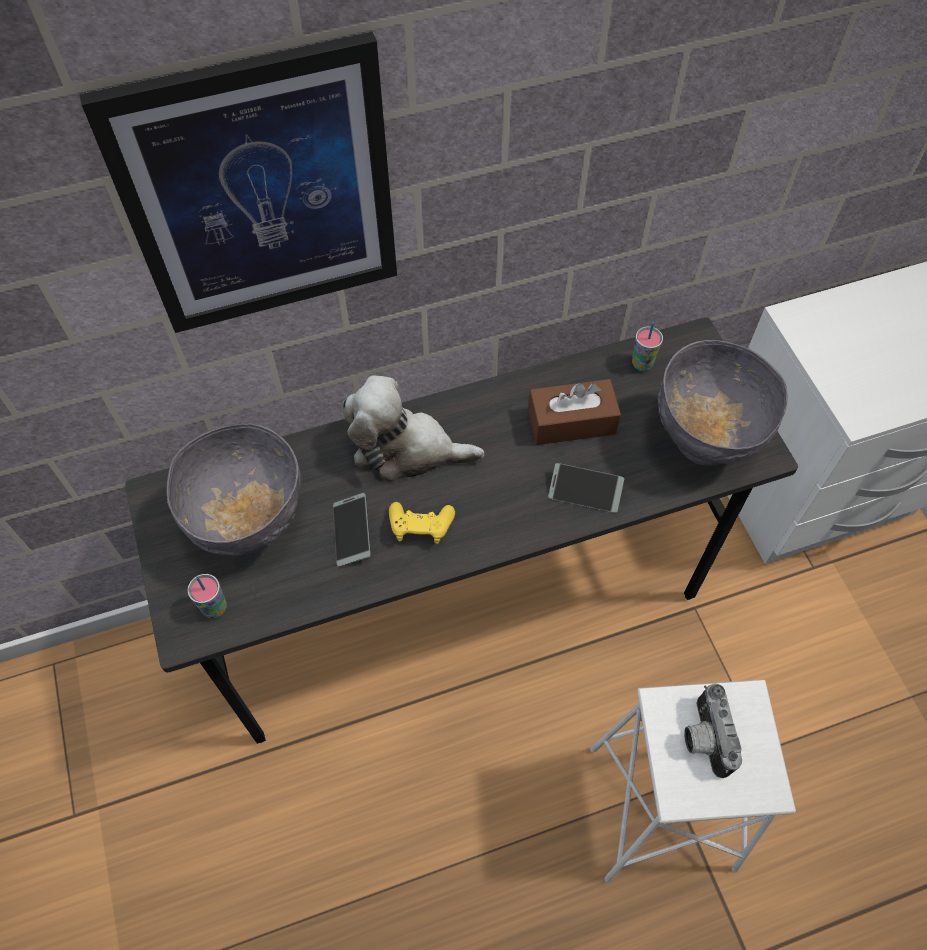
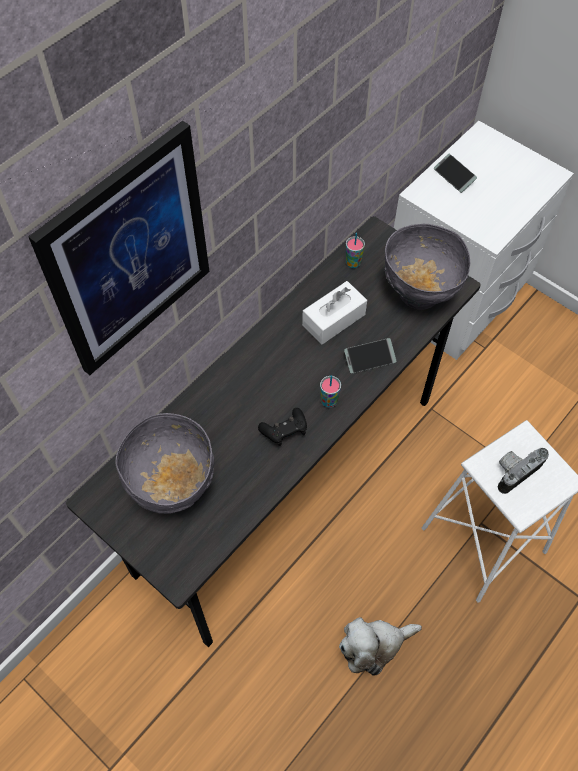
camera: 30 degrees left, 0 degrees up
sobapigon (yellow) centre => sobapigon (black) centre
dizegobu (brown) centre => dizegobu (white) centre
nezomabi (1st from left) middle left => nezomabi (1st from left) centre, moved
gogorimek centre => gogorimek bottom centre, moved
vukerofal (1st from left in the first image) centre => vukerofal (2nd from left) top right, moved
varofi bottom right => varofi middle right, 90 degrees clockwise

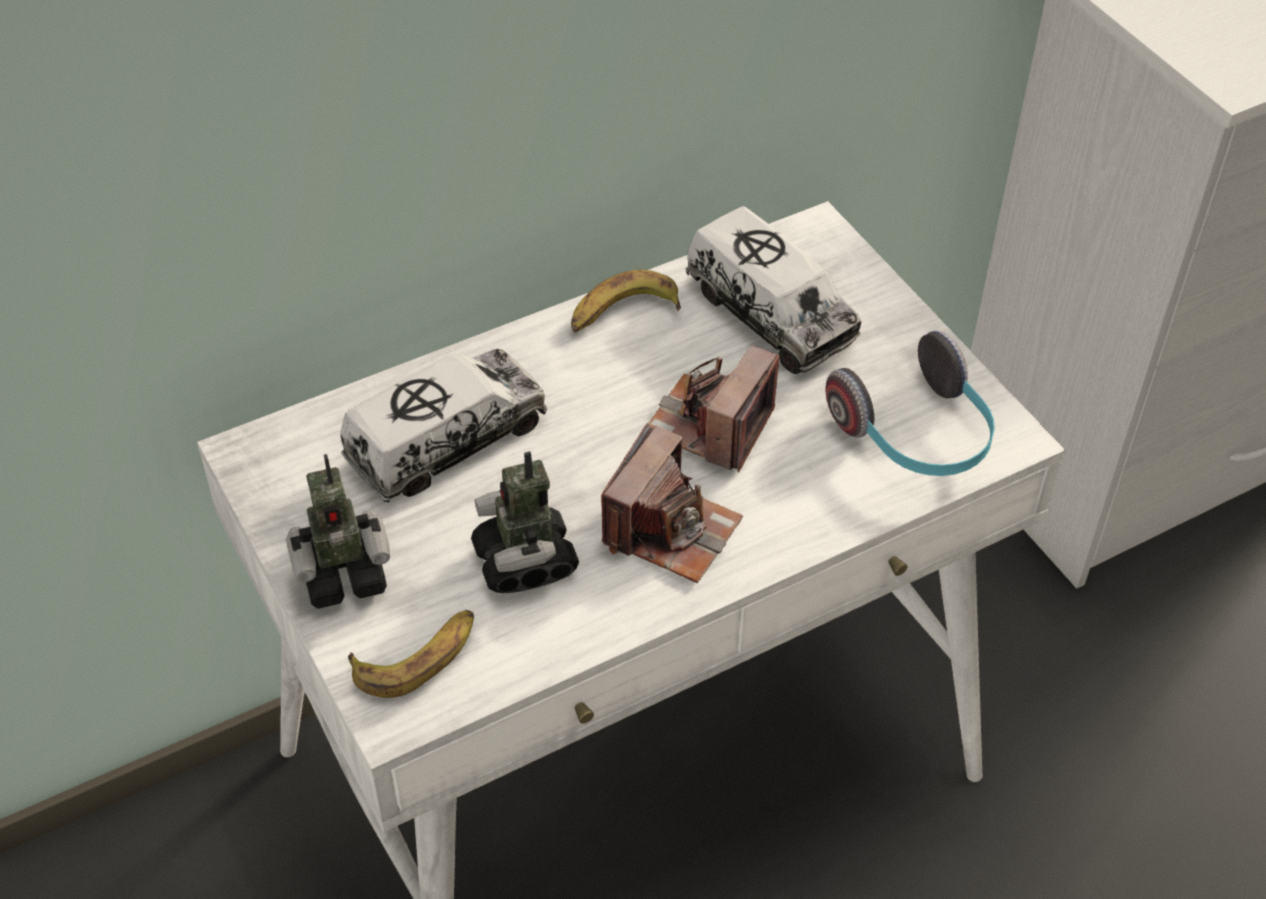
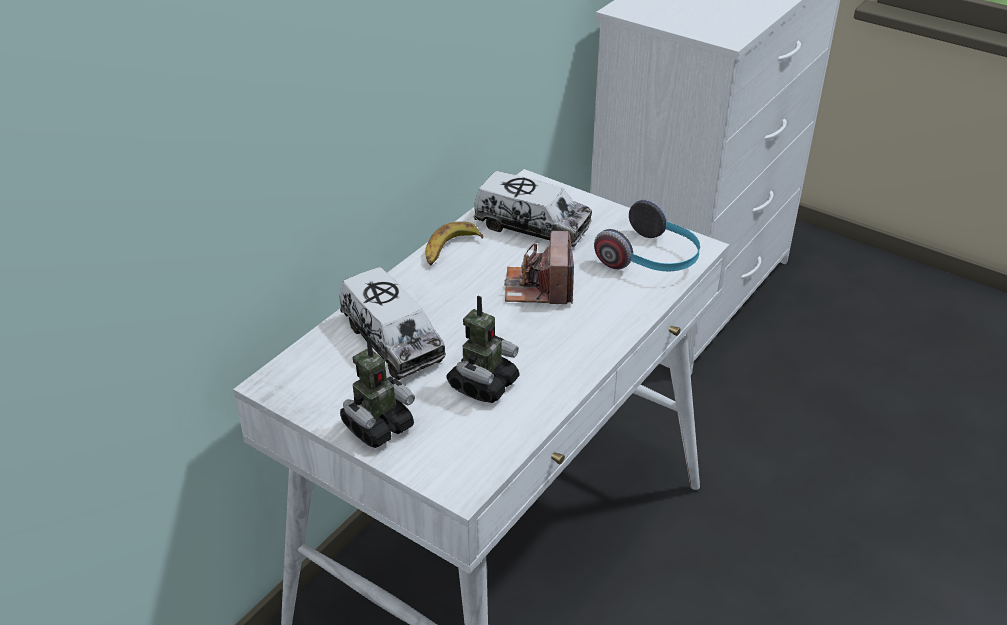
camera: 25 degrees left, 10 degrees down
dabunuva (1st from left) centre, 120 degrees clockwise
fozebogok (2nd from left) centre, 105 degrees counterclockwise
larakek (1st from left) bottom left => nothing
varofi (1st from left) centre => nothing

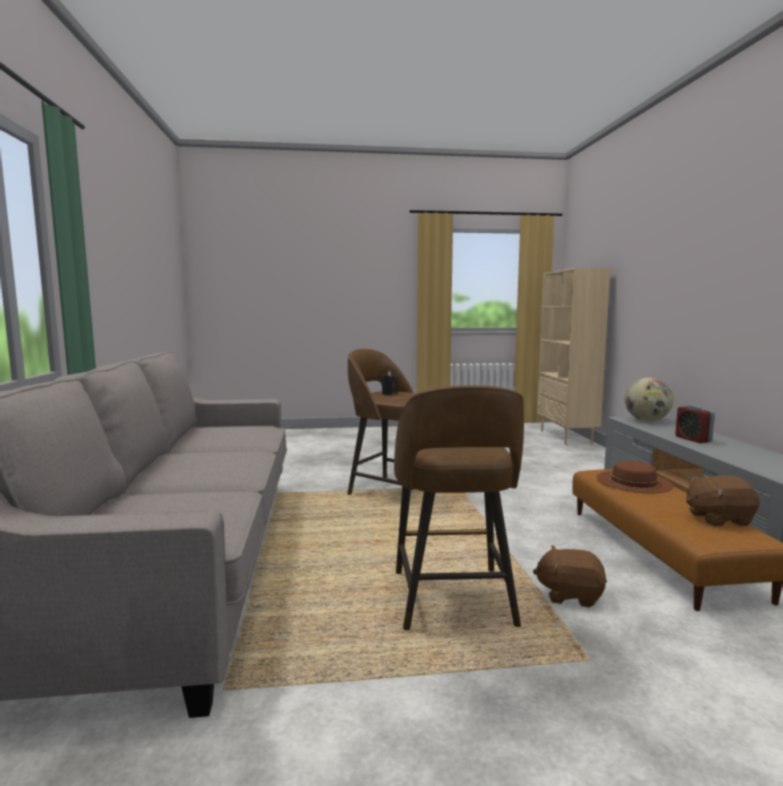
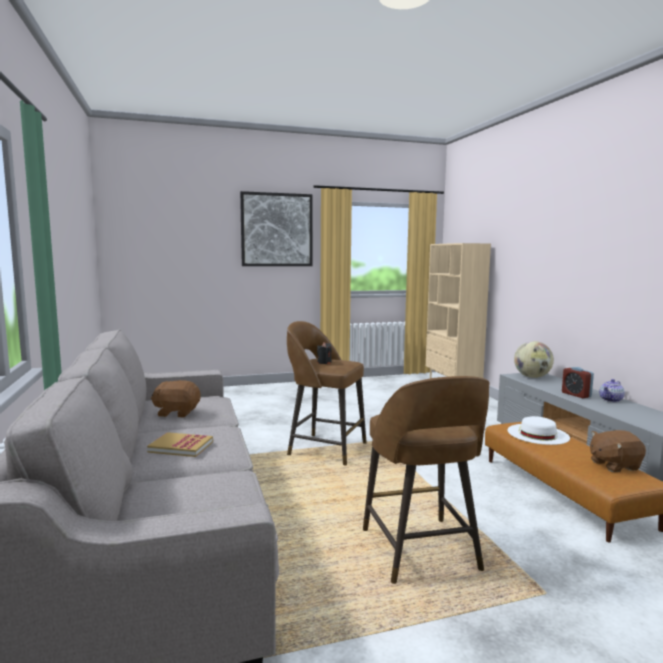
camera: 10 degrees left, 0 degrees up
nothing => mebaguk bottom left
gogorimek (brown) (1st from left) bottom right => gogorimek (brown) (1st from left) middle left, moved
nothing => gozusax centre
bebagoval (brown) middle right => bebagoval (white) middle right
nothing => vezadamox middle right

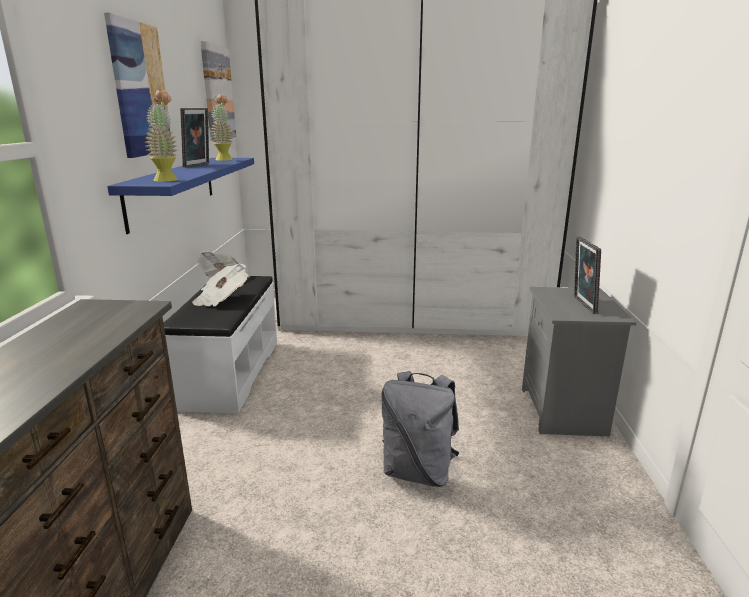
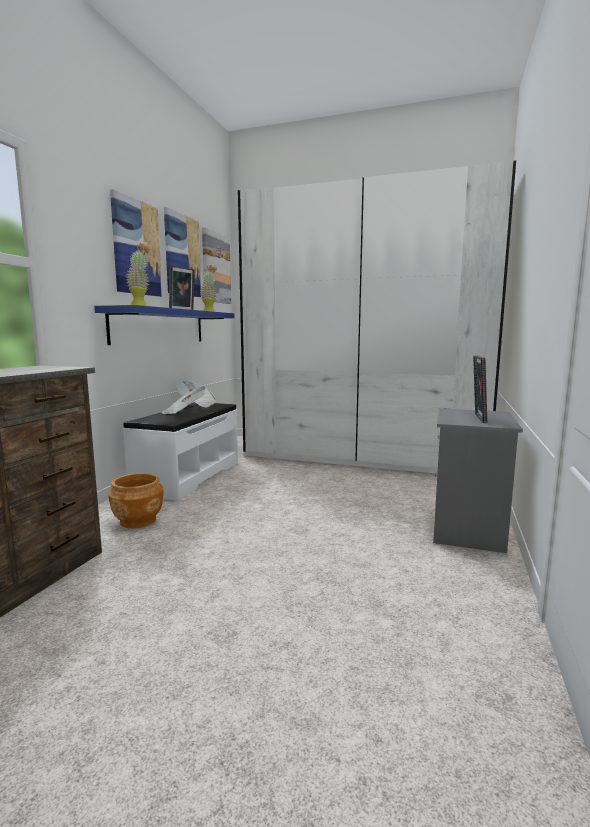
camera: 15 degrees right, 10 degrees down
nothing => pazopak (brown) middle left
nothing => gozusax (2nd from left) top left
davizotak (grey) bottom centre => nothing

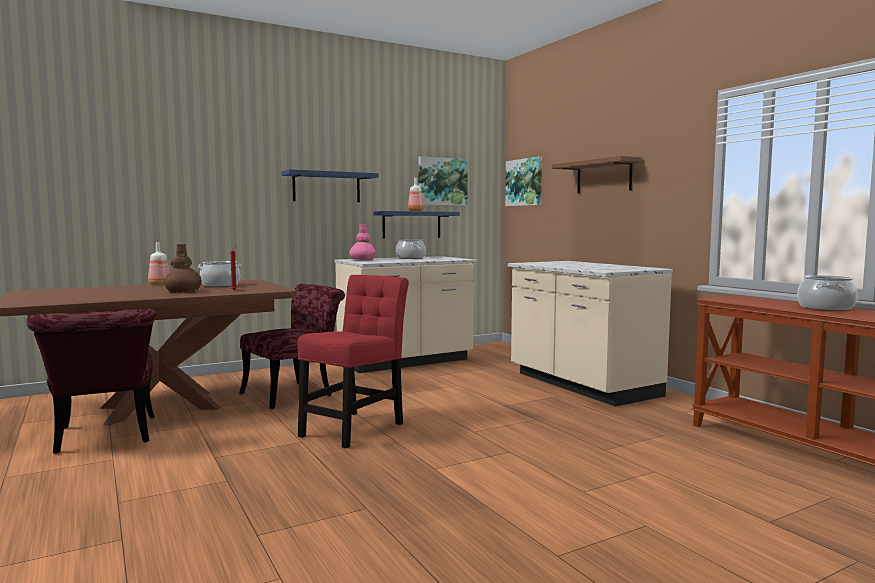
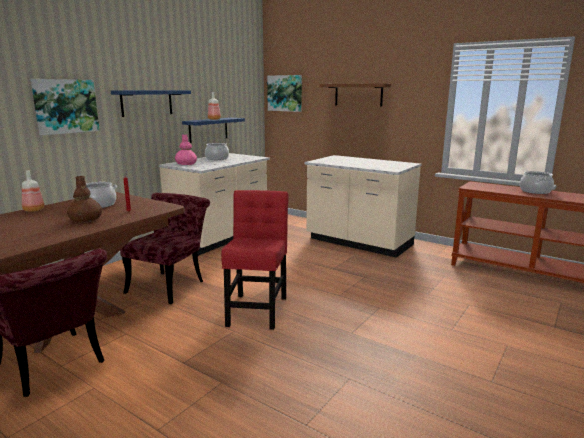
camera: 25 degrees left, 10 degrees up
gozusax (1st from left) top centre => gozusax (1st from left) top left, moved

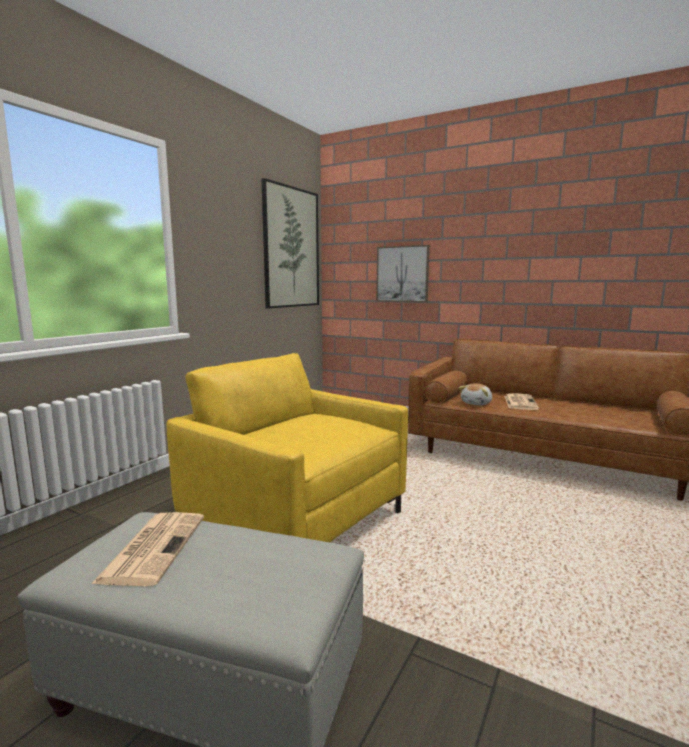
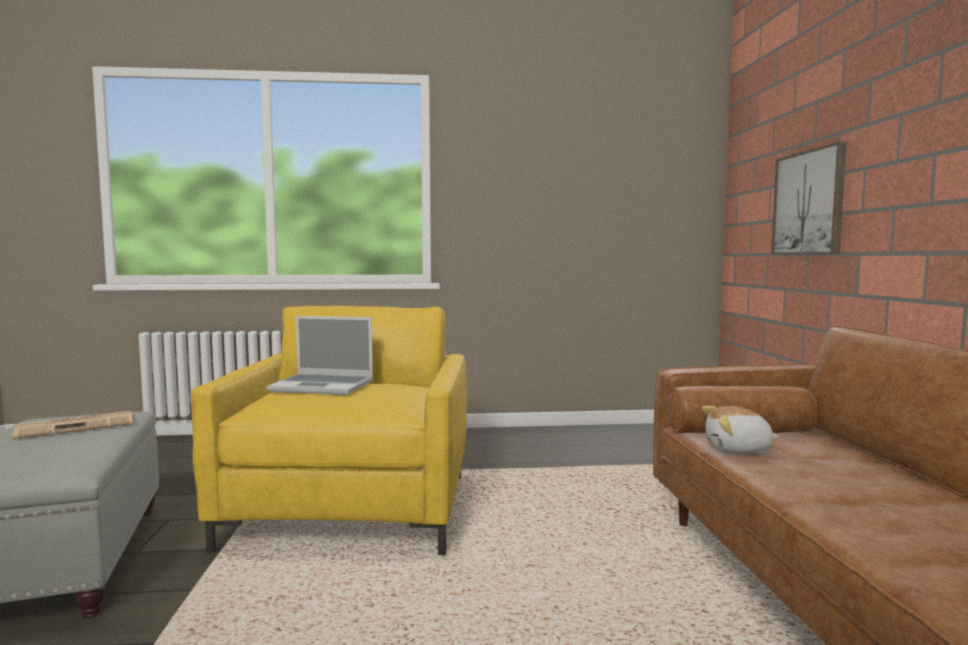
camera: 55 degrees right, 5 degrees down
nothing => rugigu middle left
gozusax (1st from left) top centre => nothing
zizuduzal (2nd from left) middle right => nothing

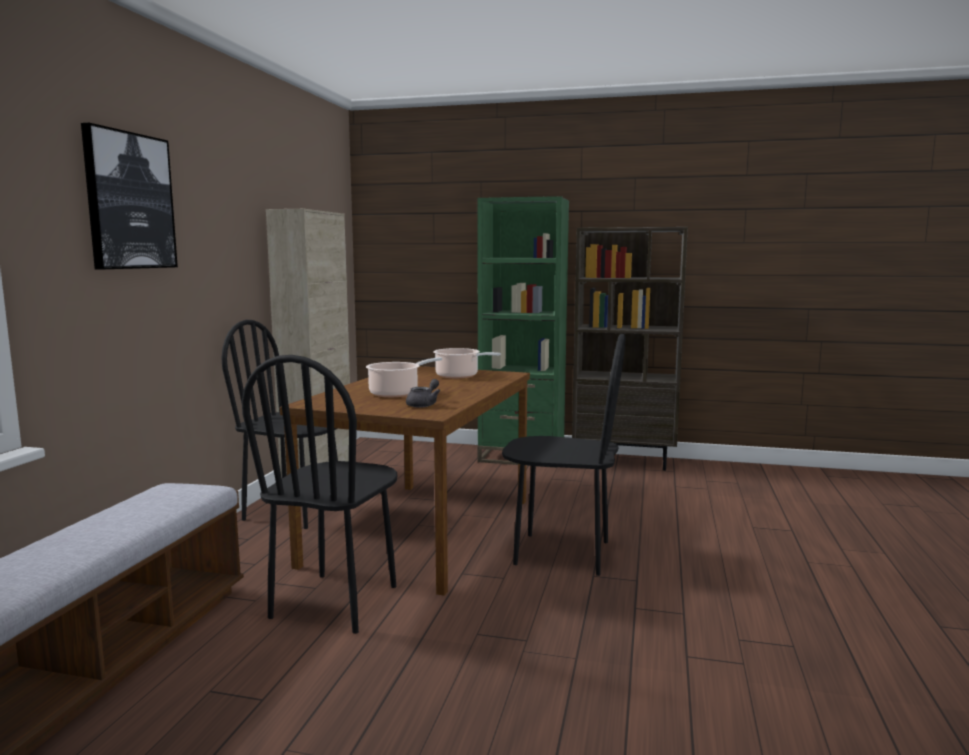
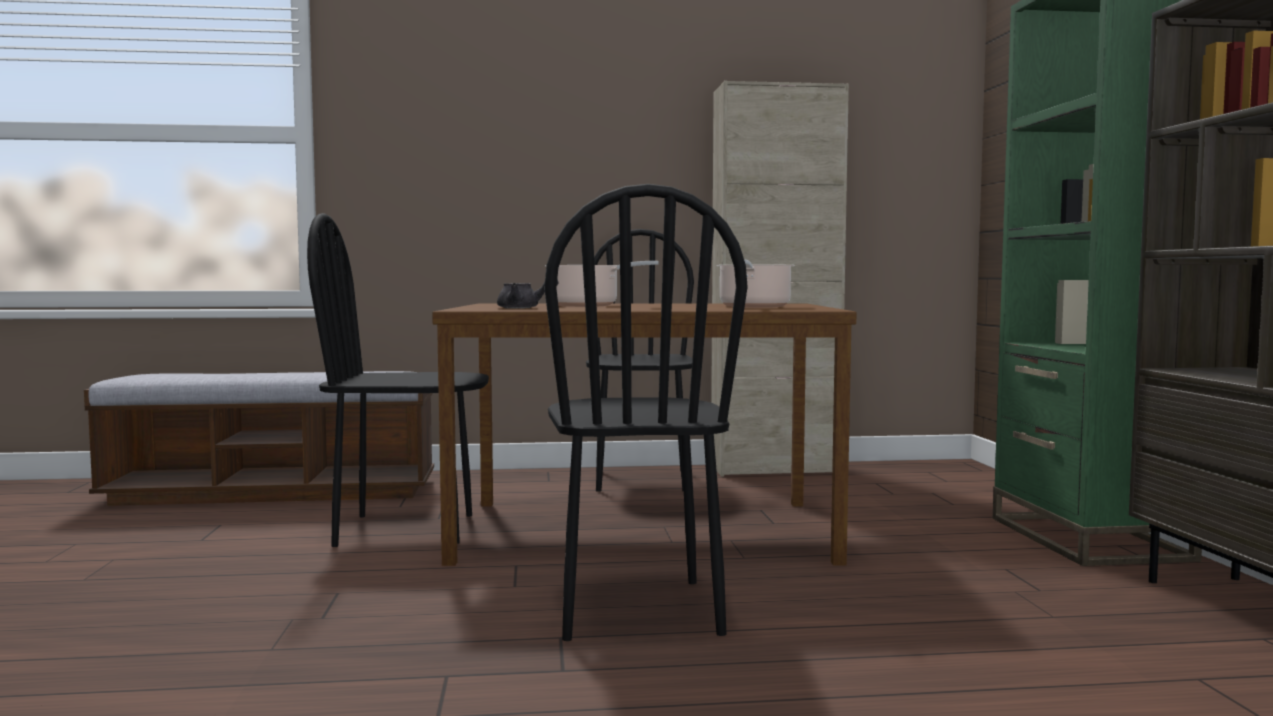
camera: 70 degrees right, 5 degrees down
gozusax top left => nothing

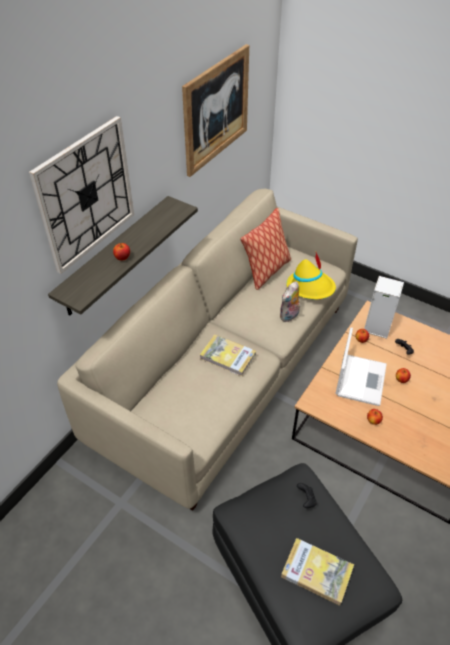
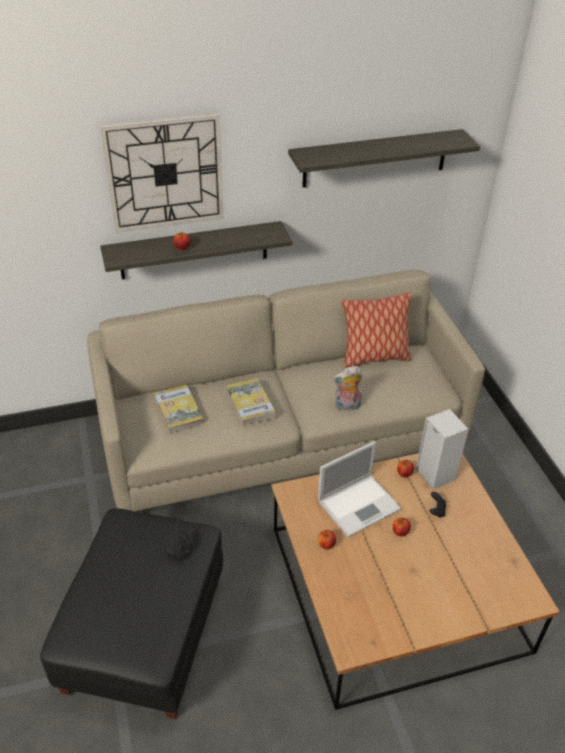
camera: 40 degrees right, 5 degrees down
mebaguk (2nd from left in the first image) bottom right => mebaguk (1st from left) middle left, moved
gozusax top centre => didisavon (2nd from left) top right
bebagoval (yellow) middle right => nothing

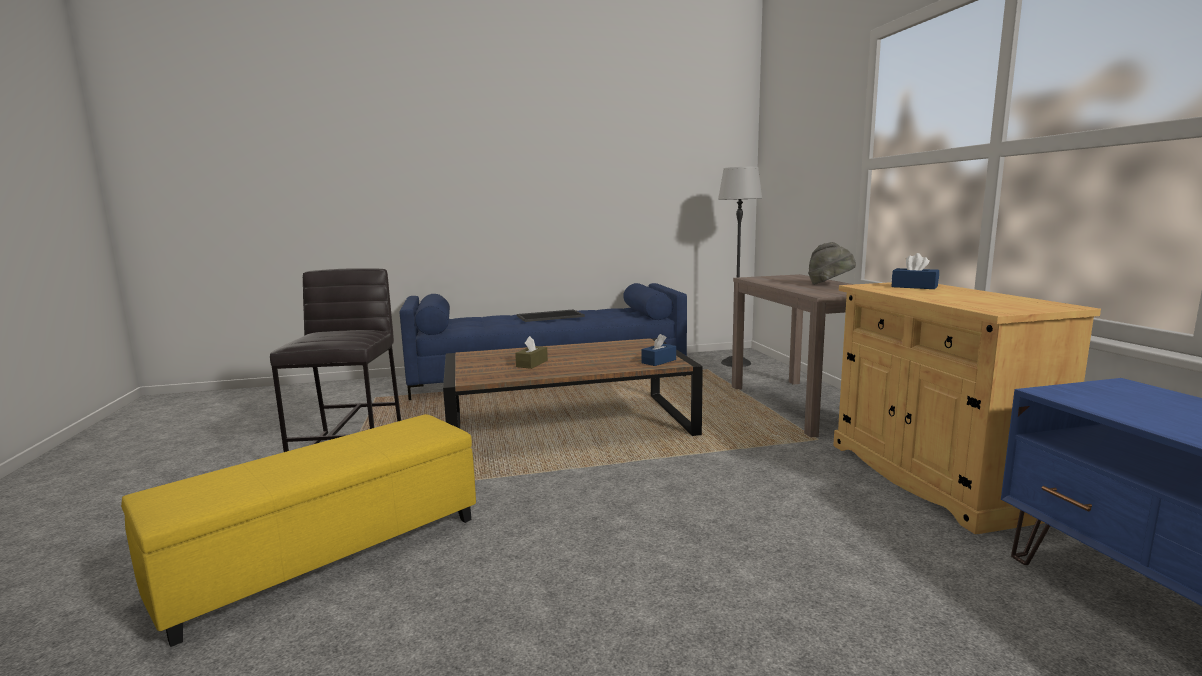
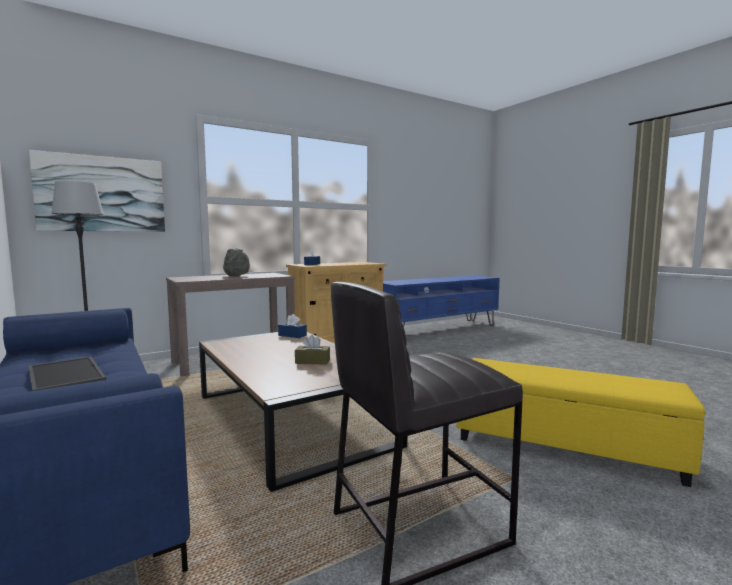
camera: 110 degrees left, 5 degrees down
nothing => gozusax top left

